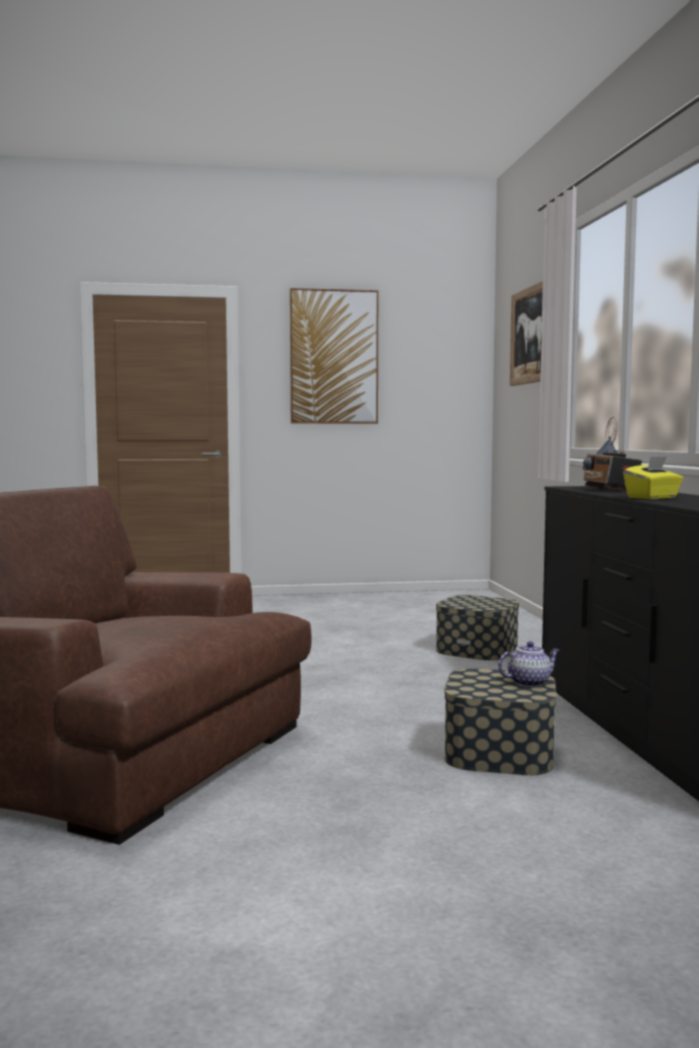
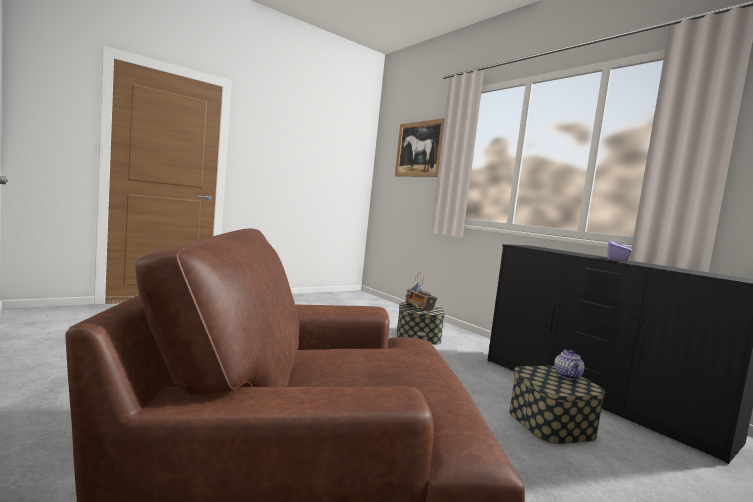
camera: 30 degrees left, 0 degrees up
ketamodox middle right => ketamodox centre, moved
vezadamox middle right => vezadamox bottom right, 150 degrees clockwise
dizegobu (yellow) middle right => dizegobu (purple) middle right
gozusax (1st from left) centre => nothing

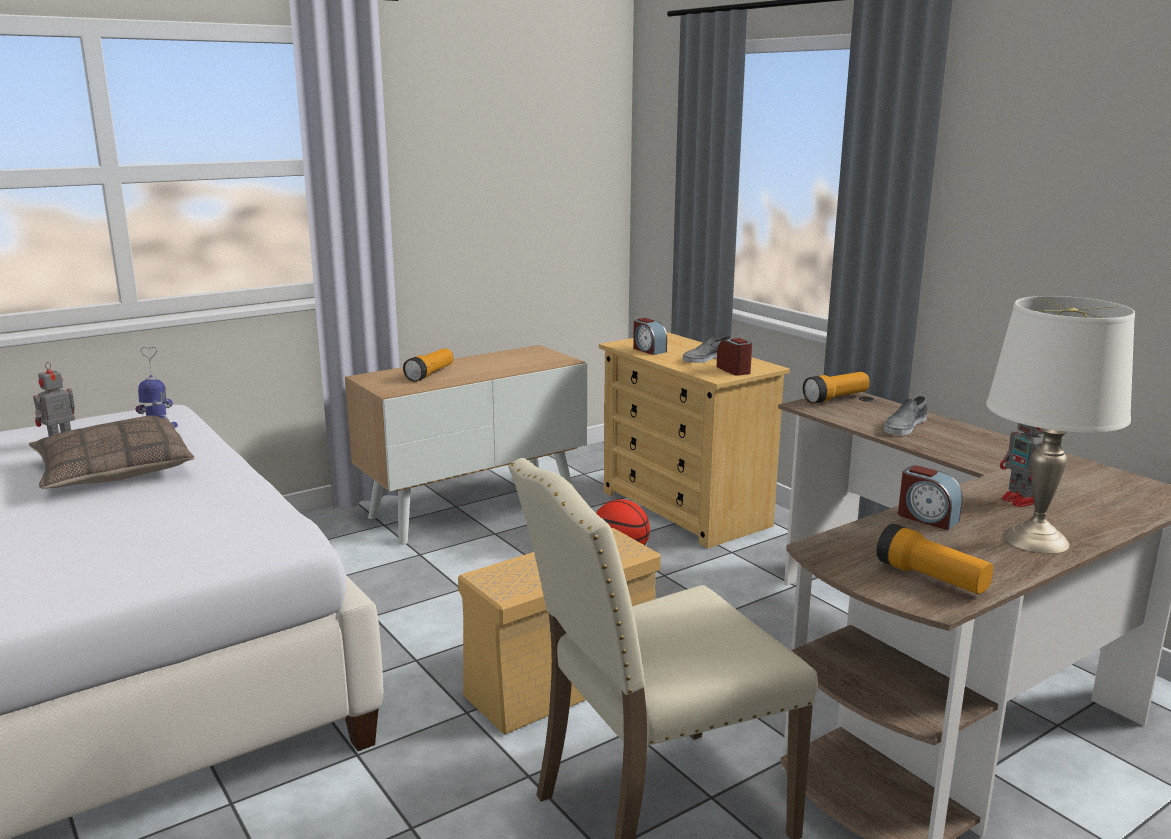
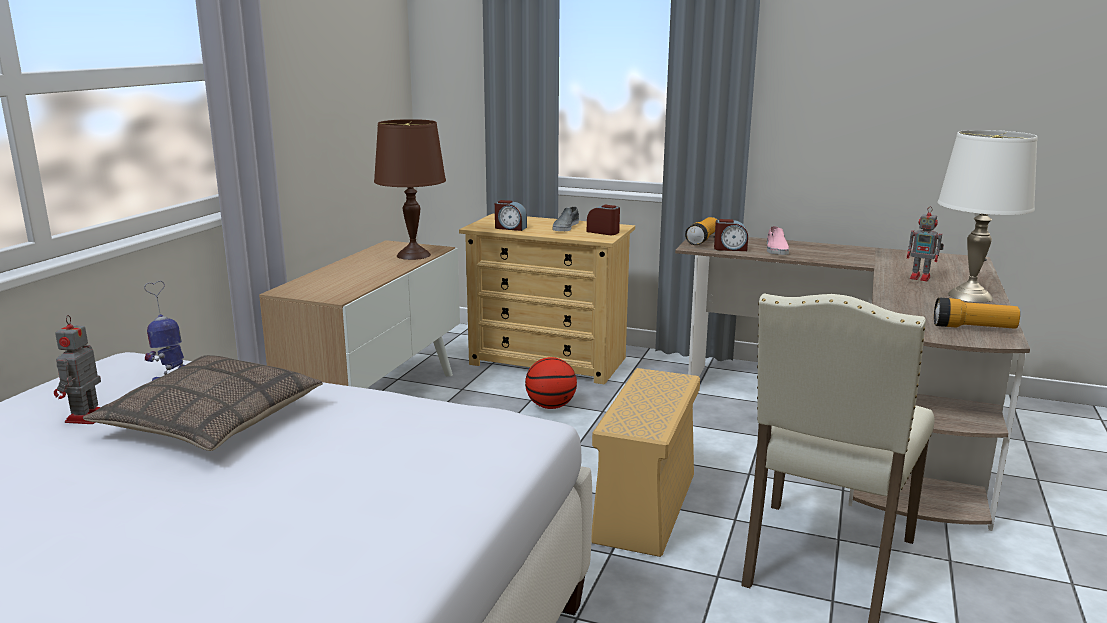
camera: 35 degrees left, 0 degrees up
nothing => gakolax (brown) top centre
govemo (3rd from left) middle right => govemo (3rd from left) centre, moved
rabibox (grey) (2nd from left) middle right => rabibox (pink) middle right
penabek (1st from left) centre => nothing

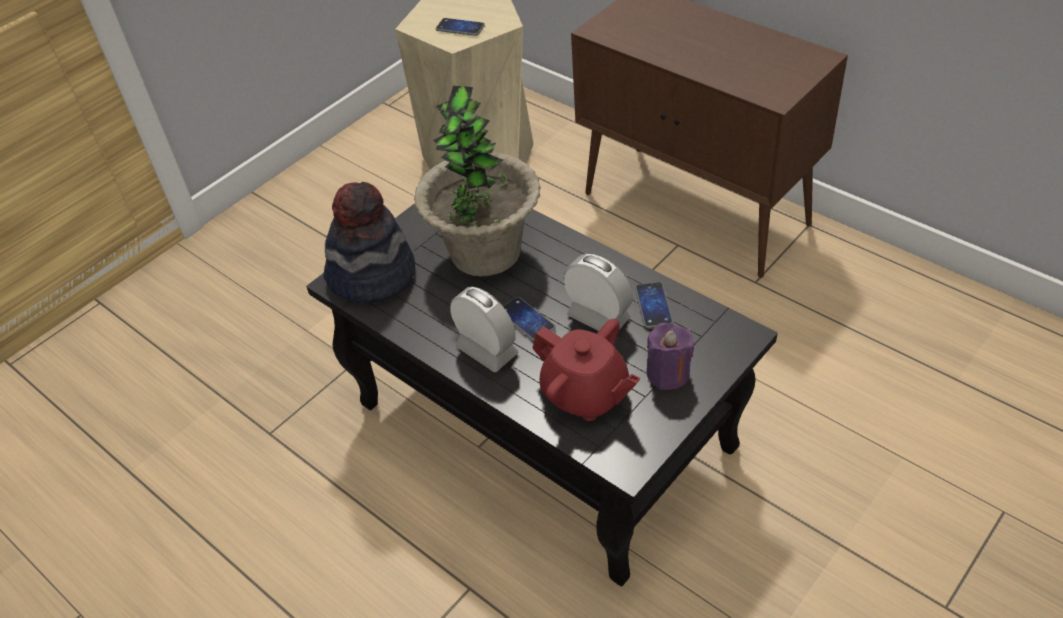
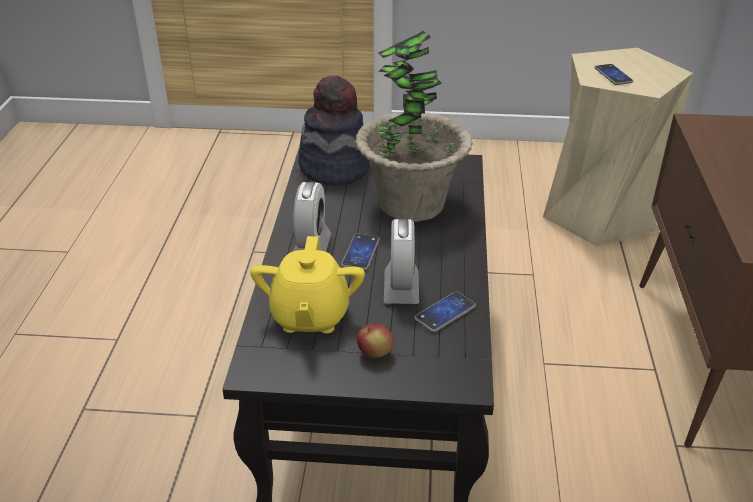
camera: 50 degrees right, 10 degrees down
vezadamox (red) centre => vezadamox (yellow) centre
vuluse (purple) centre => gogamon bottom centre

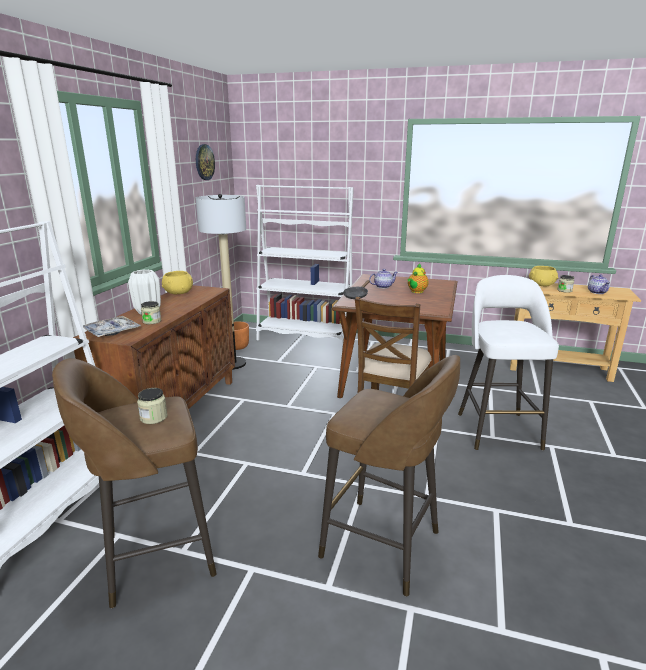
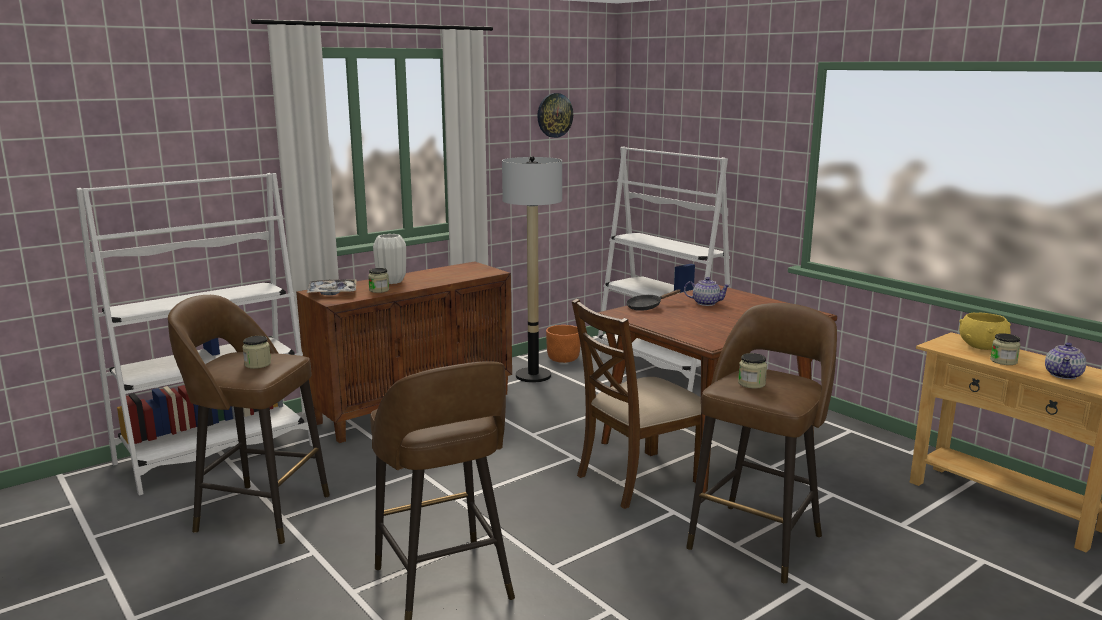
camera: 35 degrees right, 5 degrees down
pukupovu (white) middle right => pukupovu (brown) (3rd from left) bottom right
nothing => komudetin (3rd from left) middle right
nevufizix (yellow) (1st from left) middle left => nothing
vezadamox (2nd from left) centre => nothing

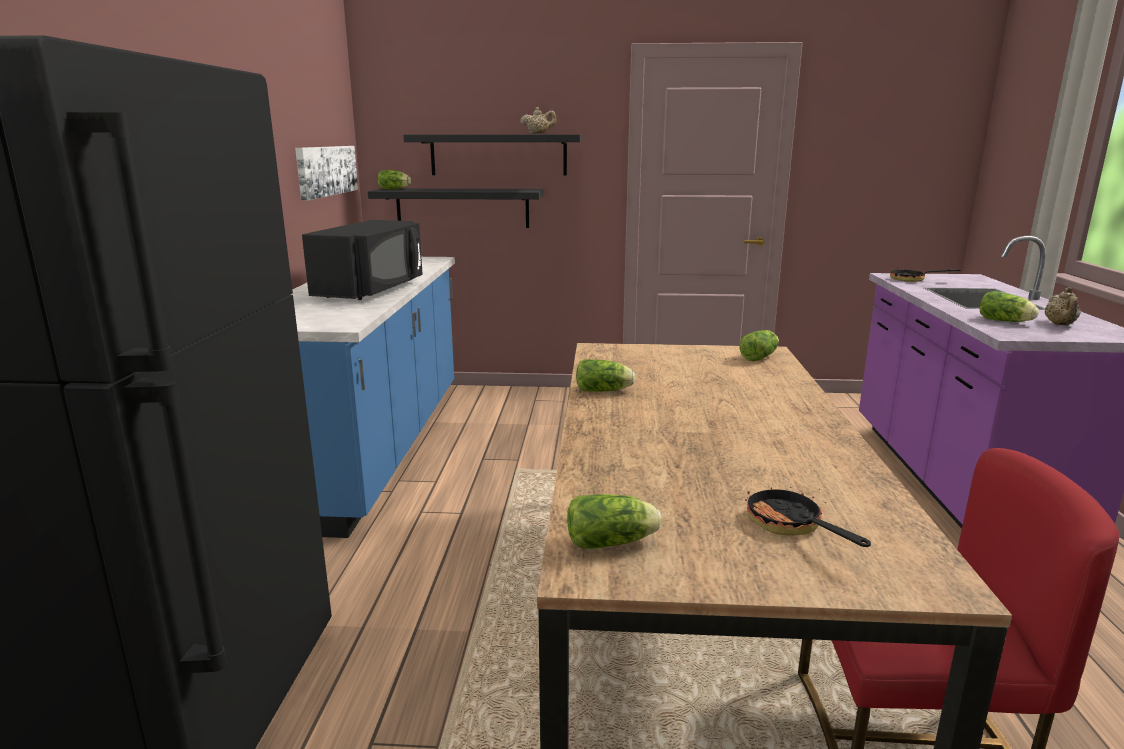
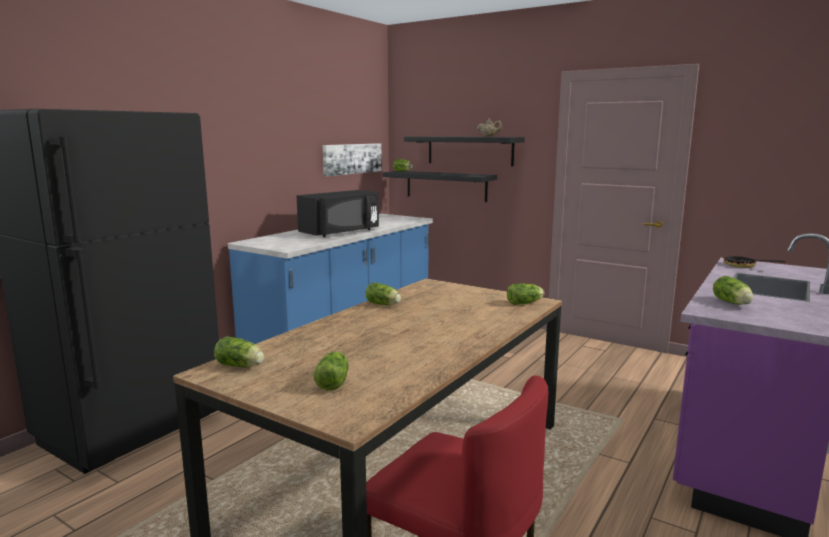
camera: 30 degrees right, 5 degrees down
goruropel (1st from left) bottom right => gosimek (2nd from left) bottom centre
vezadamox (beige) (2nd from left) middle right => nothing

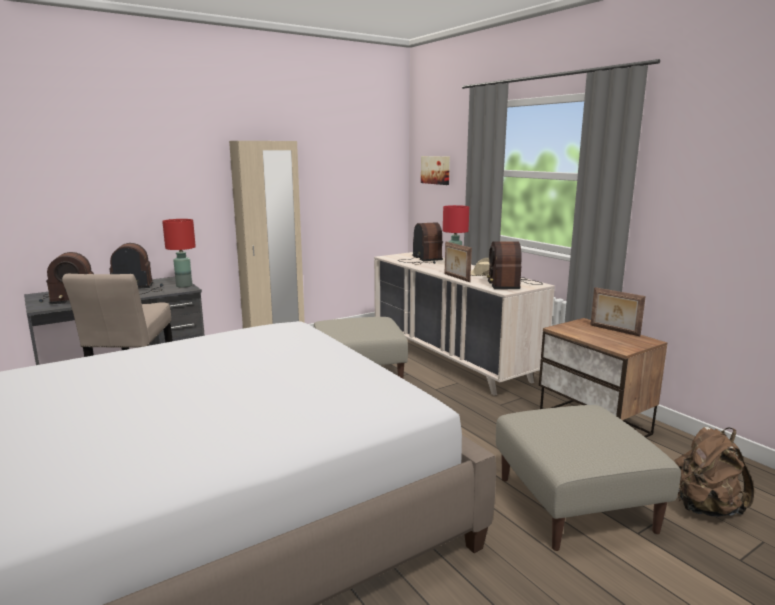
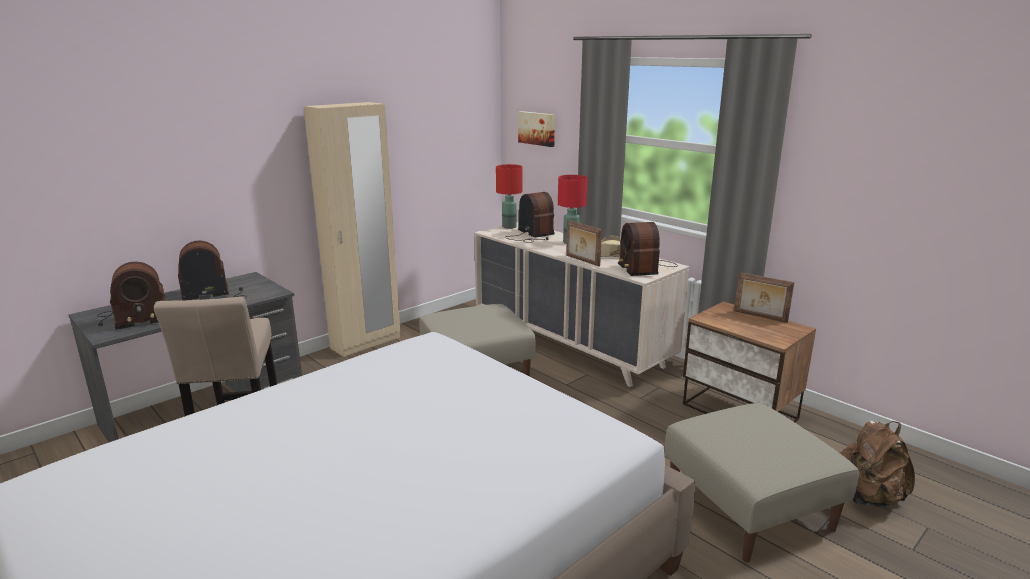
camera: 10 degrees left, 5 degrees up
gakolax (red) (1st from left) middle left => gakolax (red) (1st from left) centre, moved

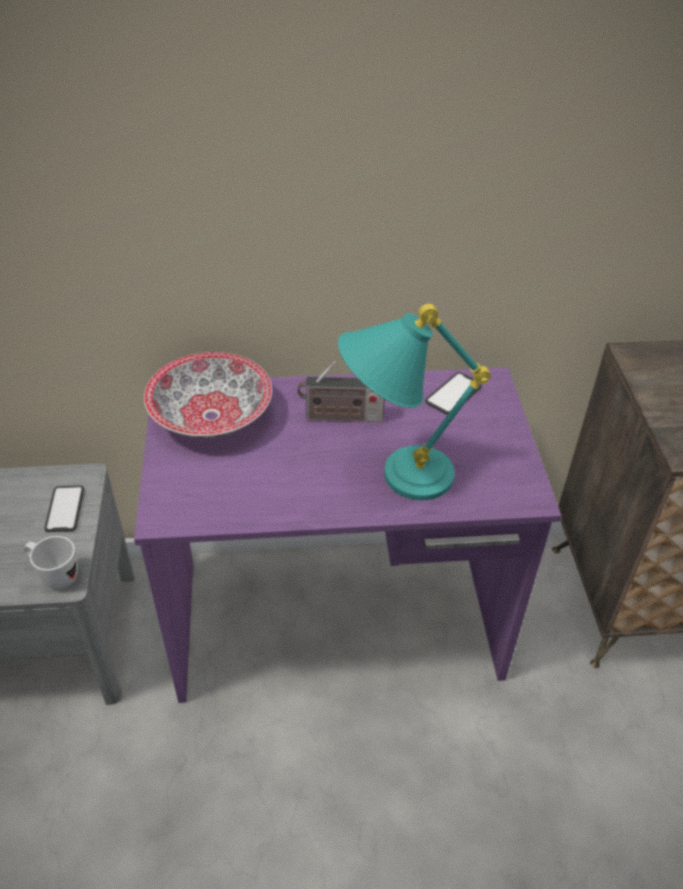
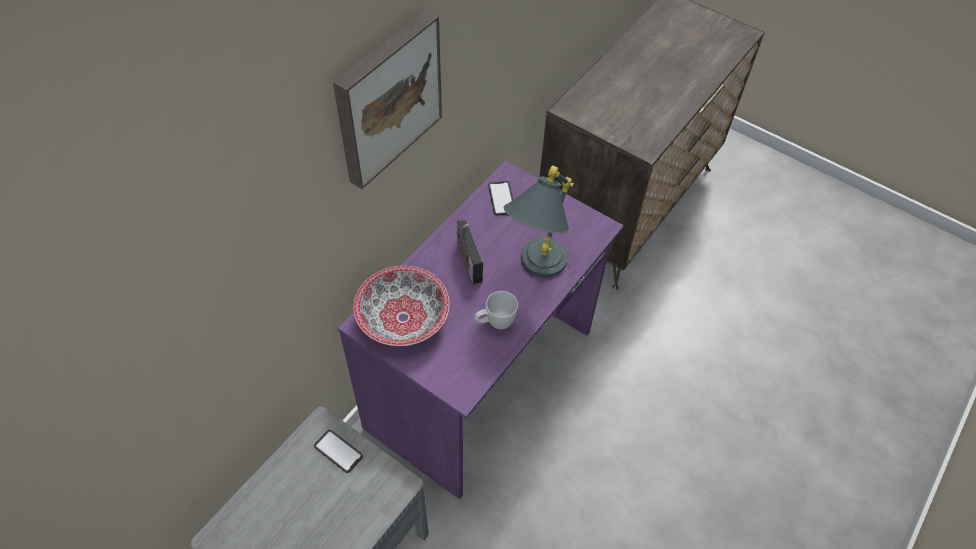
camera: 50 degrees left, 10 degrees up
nothing => gozusax top centre
ketamodox centre, 120 degrees clockwise
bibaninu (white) middle left => bibaninu (white) centre, moved
gakolax (turquoise) centre => gakolax (grey) centre

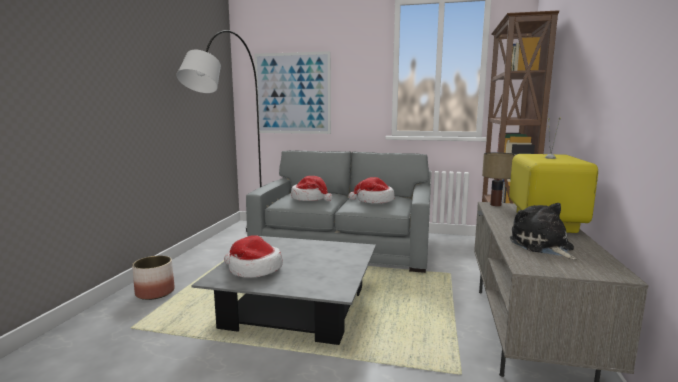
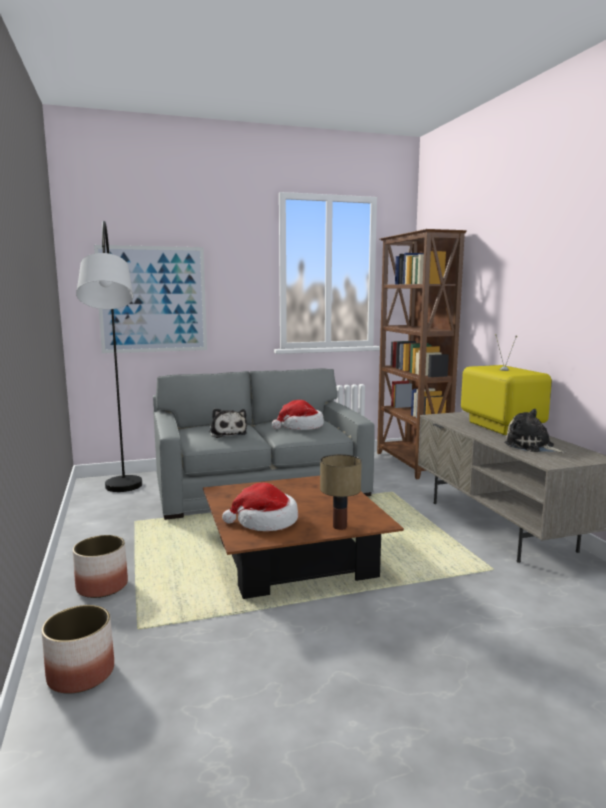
camera: 30 degrees left, 0 degrees up
nothing => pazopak (1st from left) bottom left
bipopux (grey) bottom centre => bipopux (brown) centre
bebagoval (2nd from left) centre => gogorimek (1st from left) centre
gakolax middle right => gakolax centre, moved

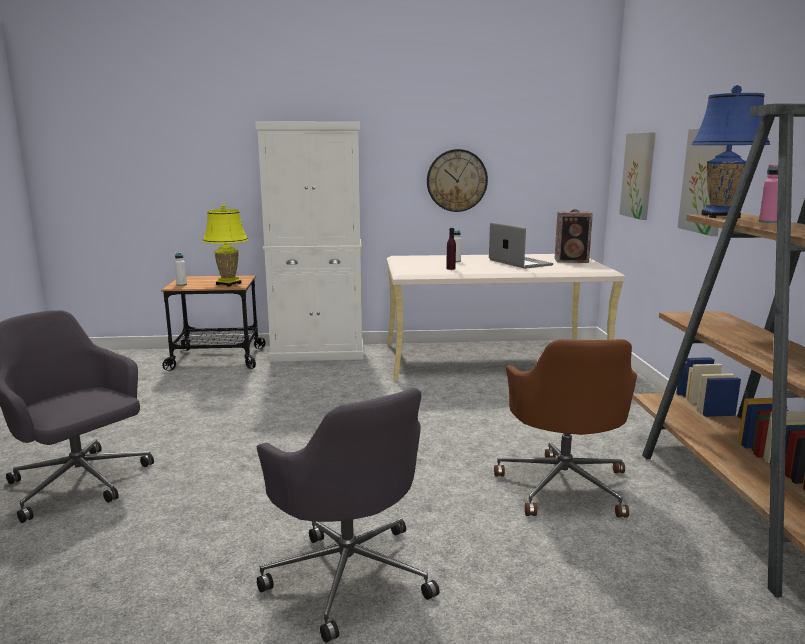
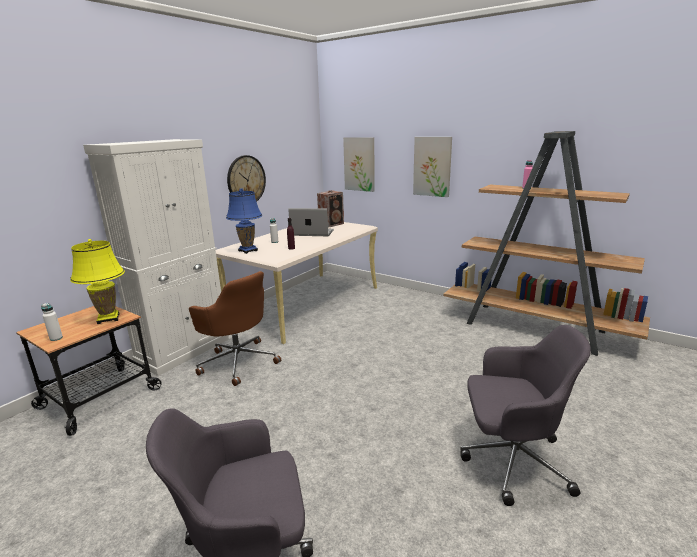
camera: 50 degrees left, 5 degrees up
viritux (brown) middle right => viritux (brown) centre, moved
gakolax (blue) top right => gakolax (blue) centre, moved

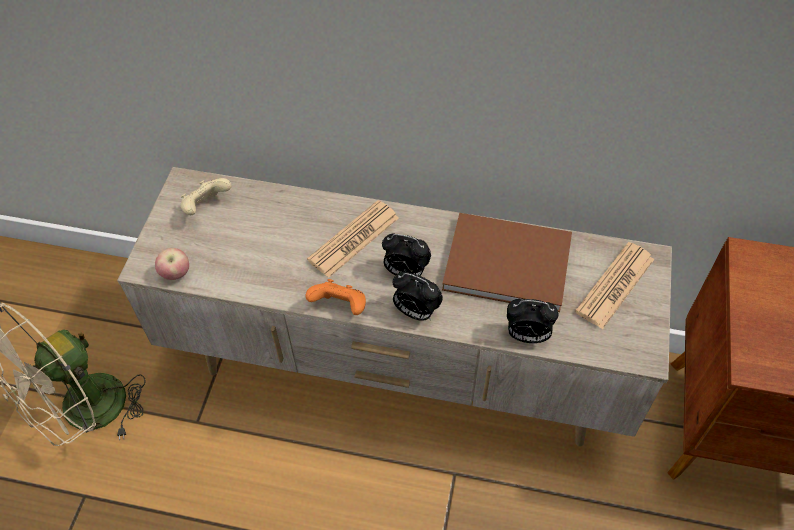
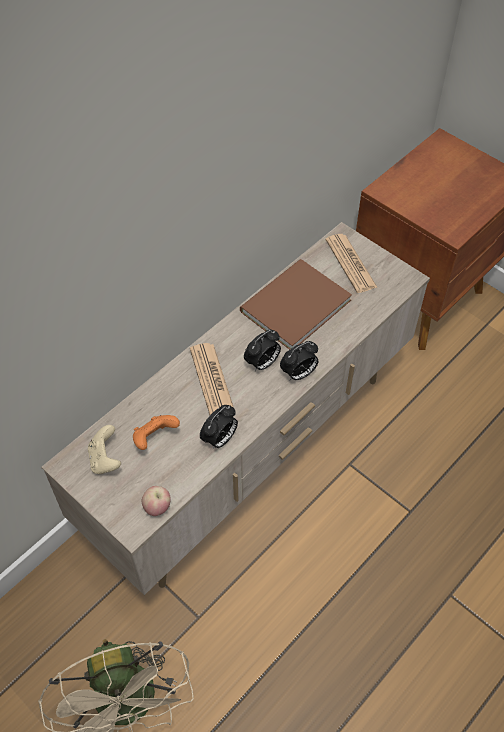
camera: 60 degrees left, 0 degrees up
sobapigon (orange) centre => sobapigon (orange) middle left, moved
govemo (3rd from left in the first image) middle right => govemo (1st from left) centre, moved

